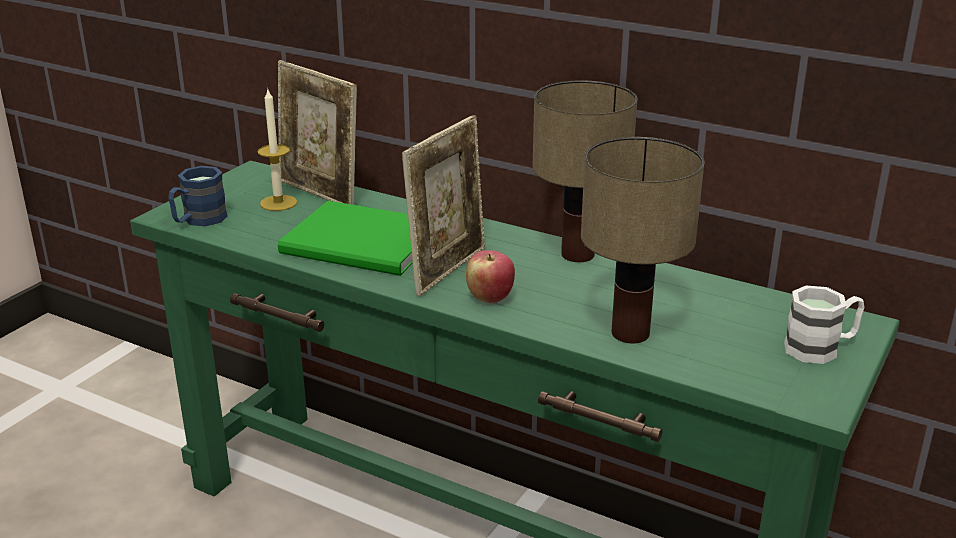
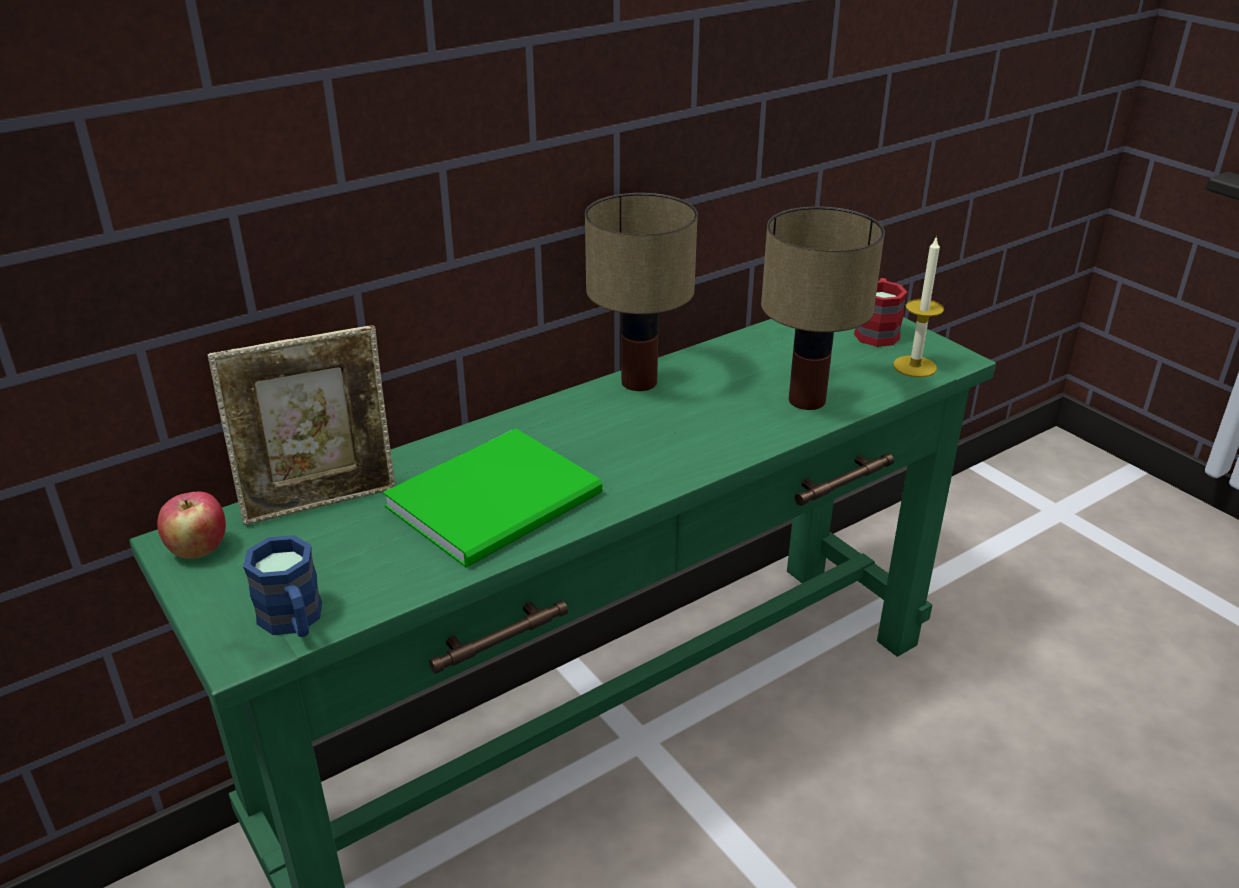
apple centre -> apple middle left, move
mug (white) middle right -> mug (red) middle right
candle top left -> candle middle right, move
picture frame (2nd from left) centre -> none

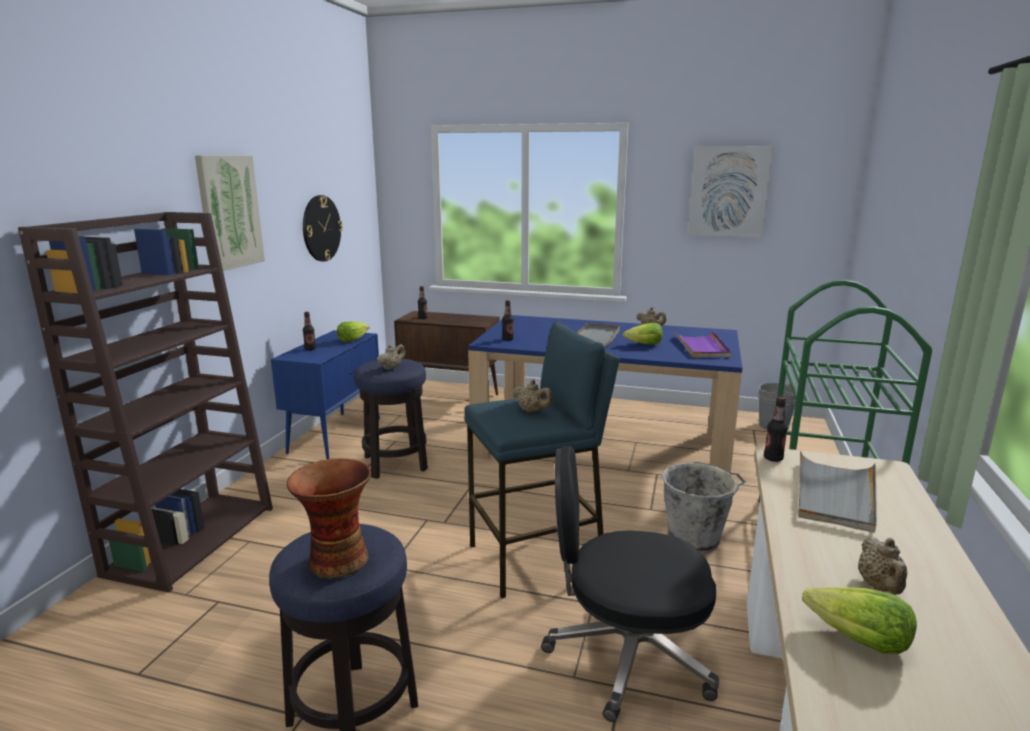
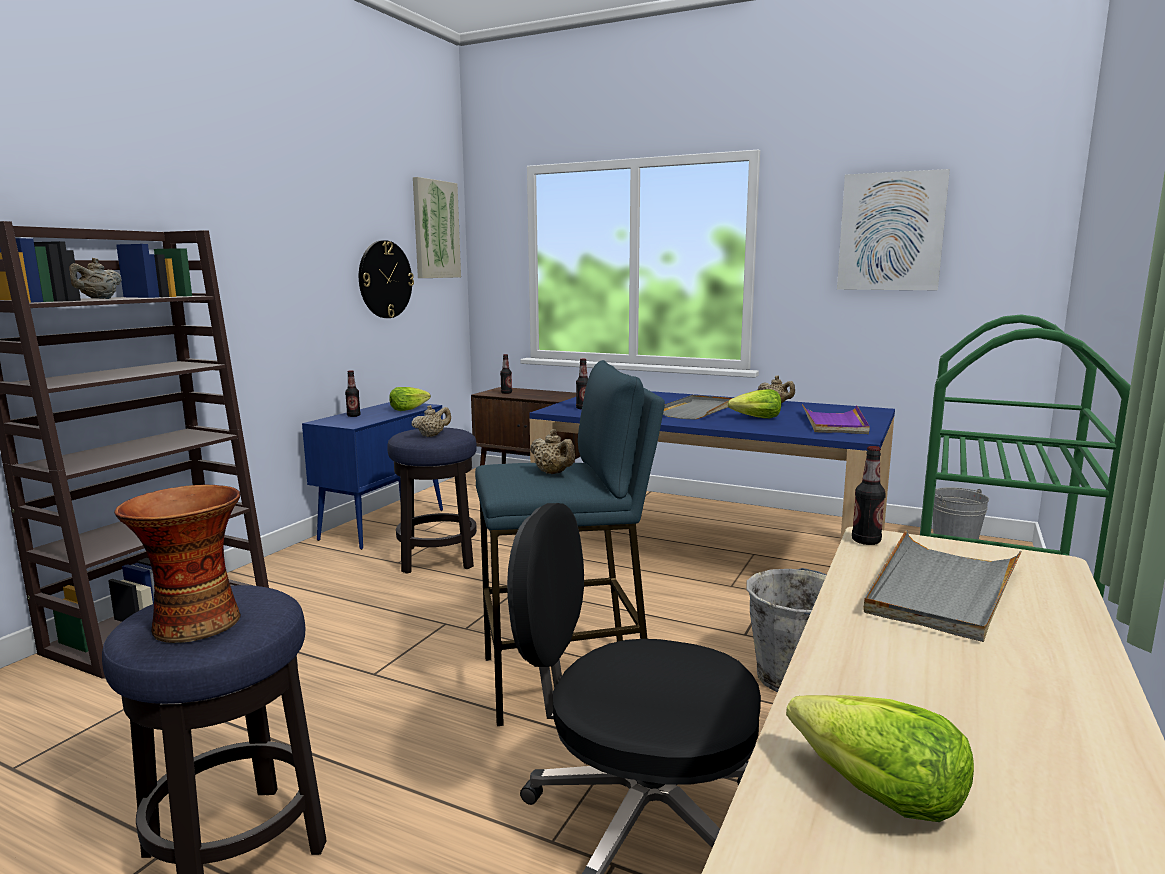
teapot (beige) (4th from left in the first image) bottom right -> teapot (beige) (1st from left) top left, move
picture (1st from left) top left -> picture (1st from left) top centre, move

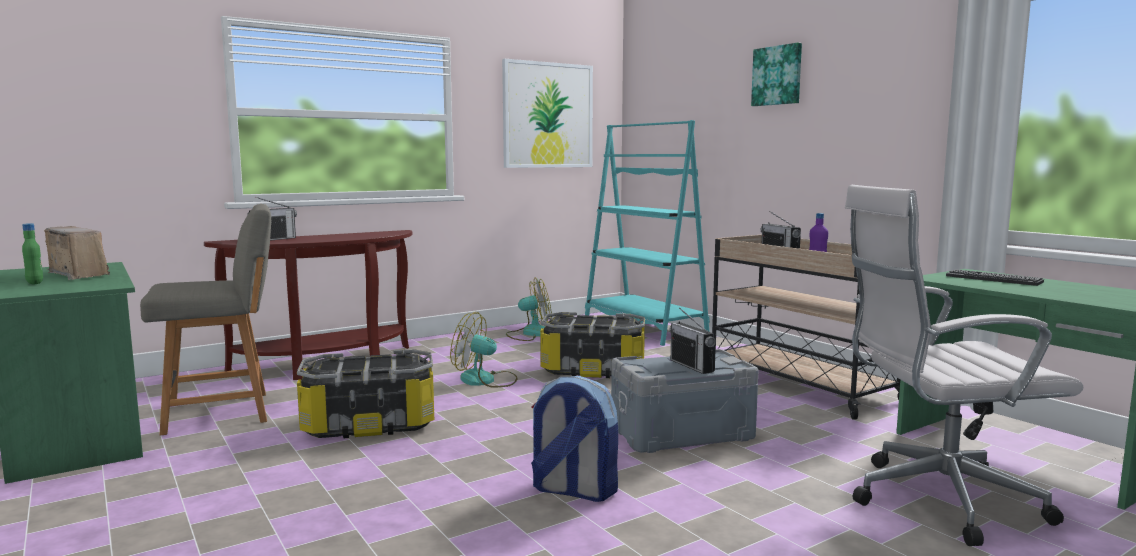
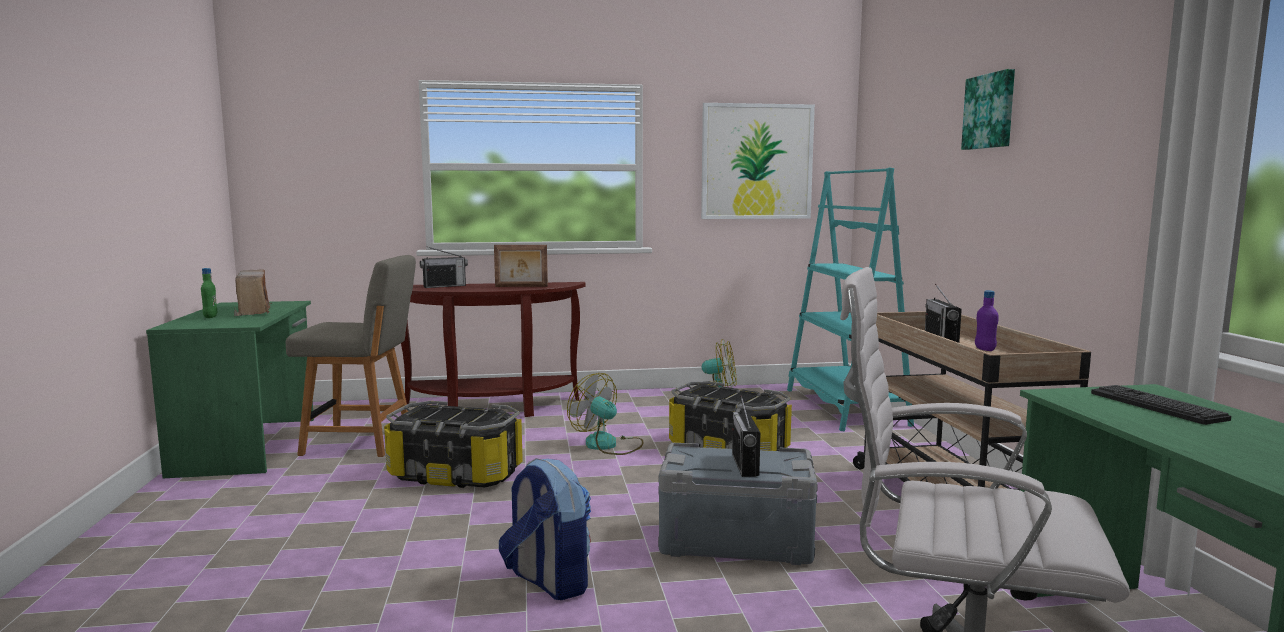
none -> picture frame centre

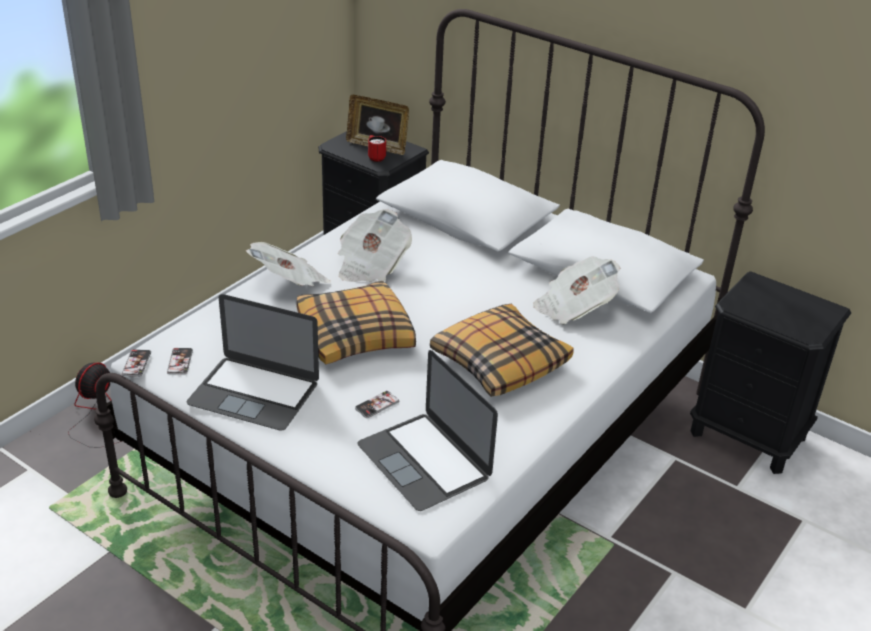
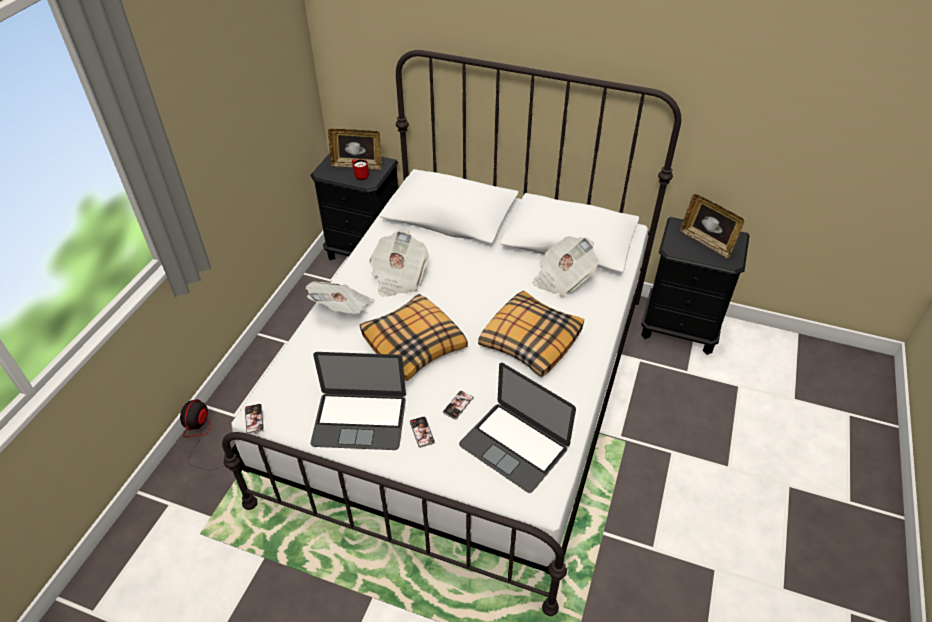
phone (2nd from left) middle left -> phone (2nd from left) bottom centre, move
none -> picture frame (2nd from left) middle right

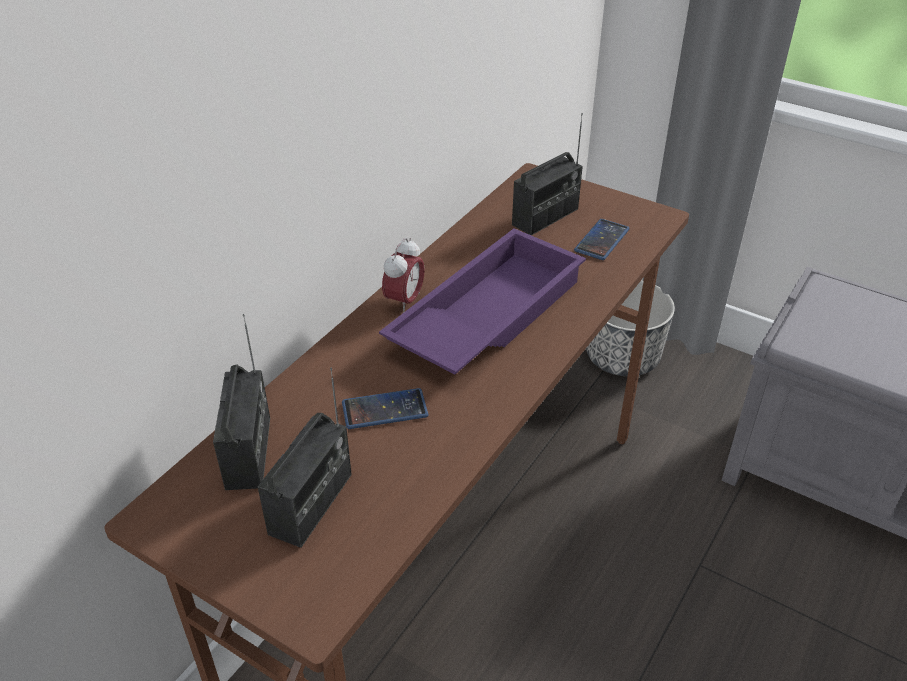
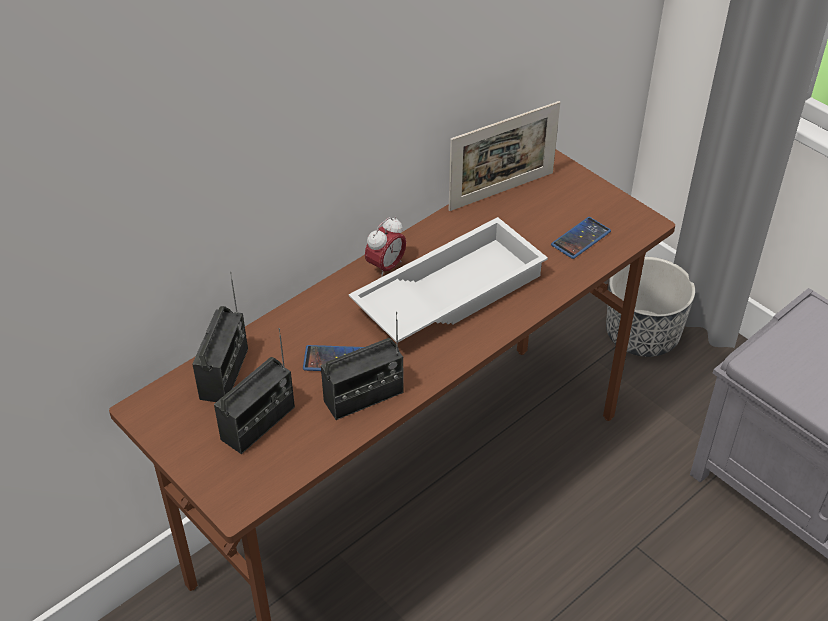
radio (3rd from left) top centre -> radio (3rd from left) centre, move
tray (purple) centre -> tray (white) centre
none -> picture frame top centre

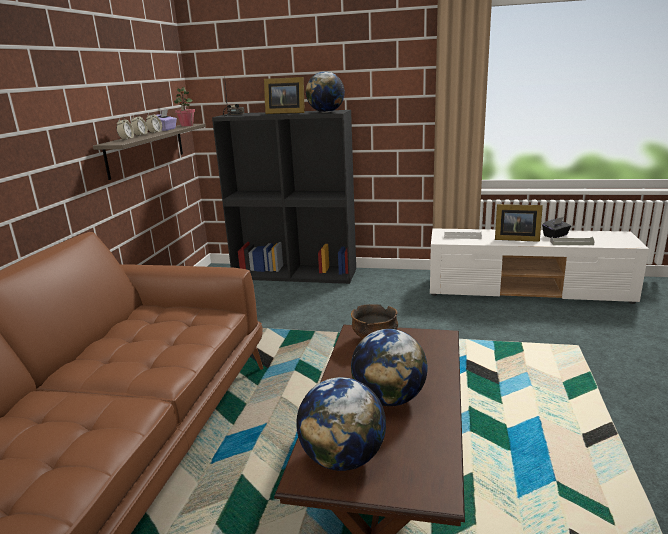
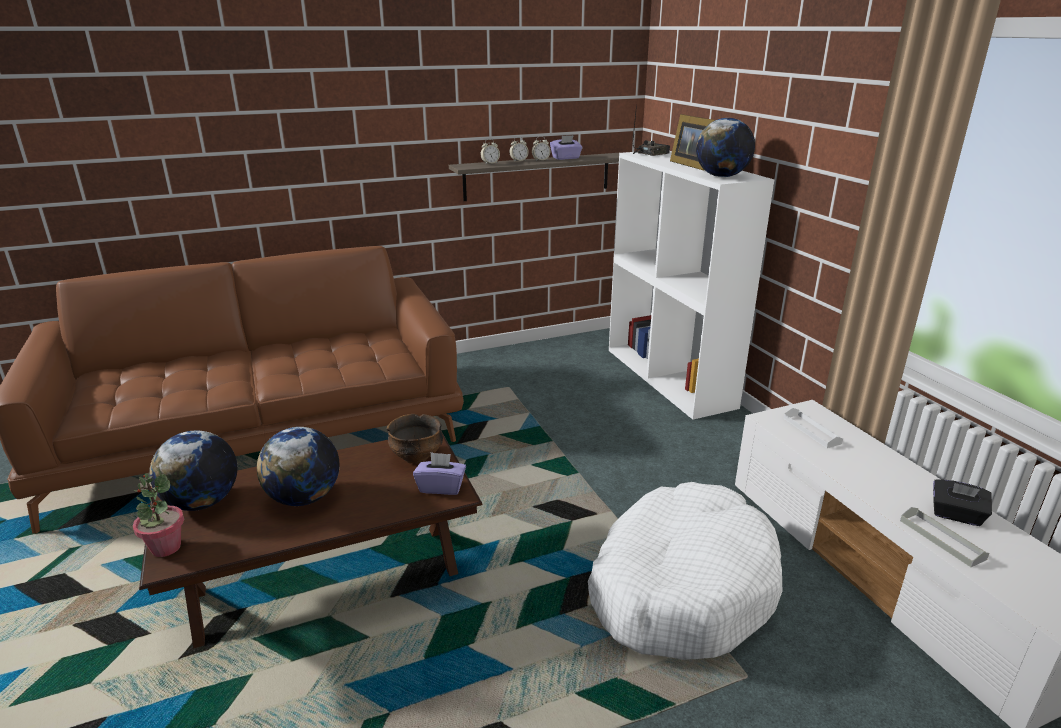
potted plant top left -> potted plant bottom left, move
none -> tissue box (purple) (1st from left) centre
none -> dog bed (white) bottom centre
bookcase (black) centre -> bookcase (white) centre
picture frame (2nd from left) middle right -> none

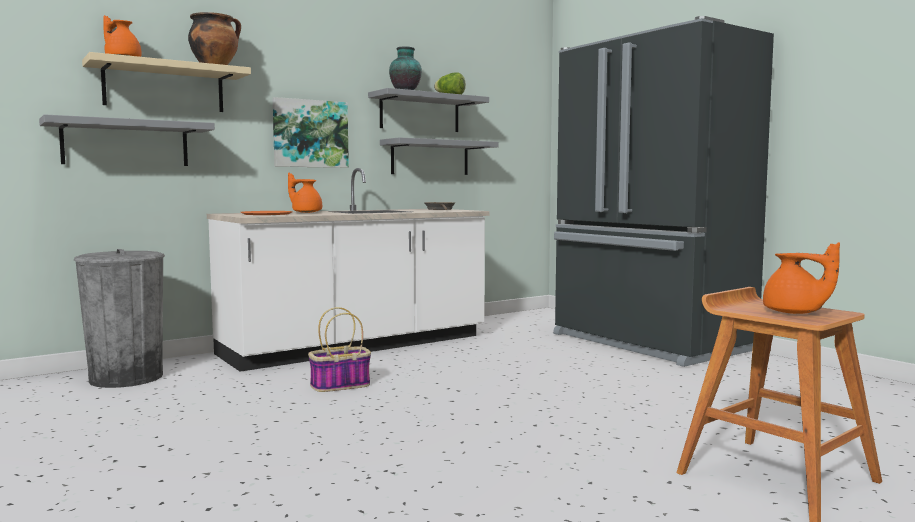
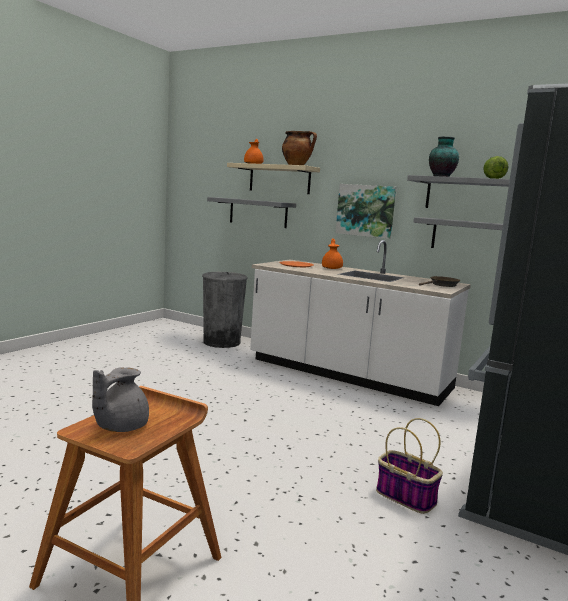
teapot (orange) (3rd from left) middle right -> teapot (grey) middle left
basket bottom centre -> basket bottom right, move

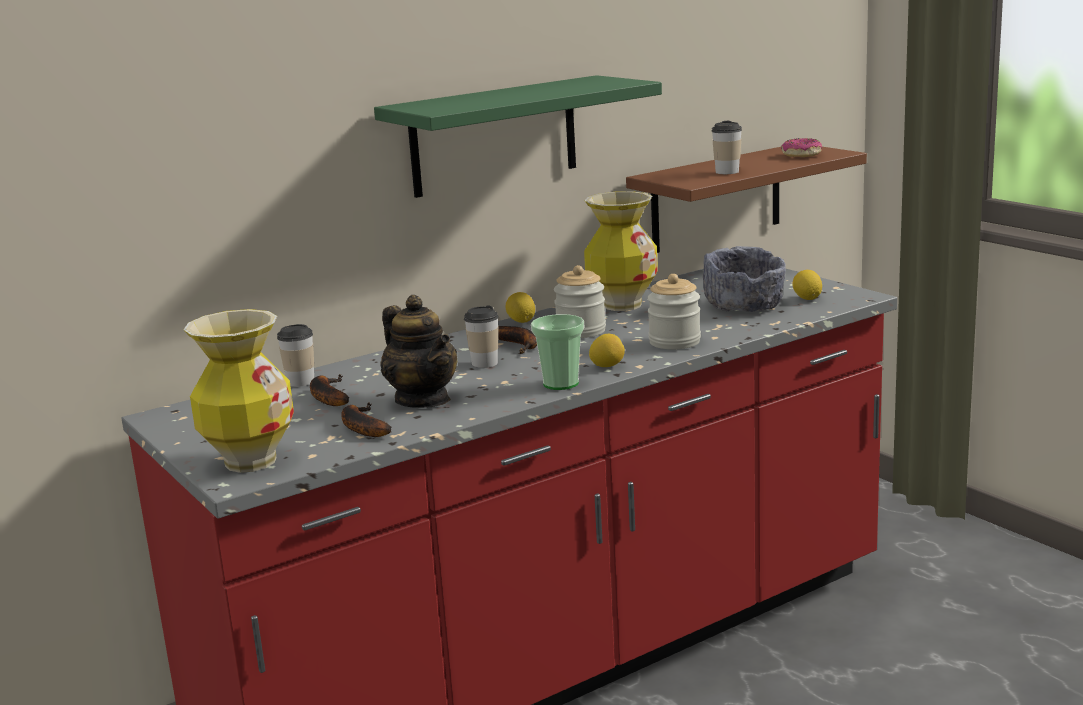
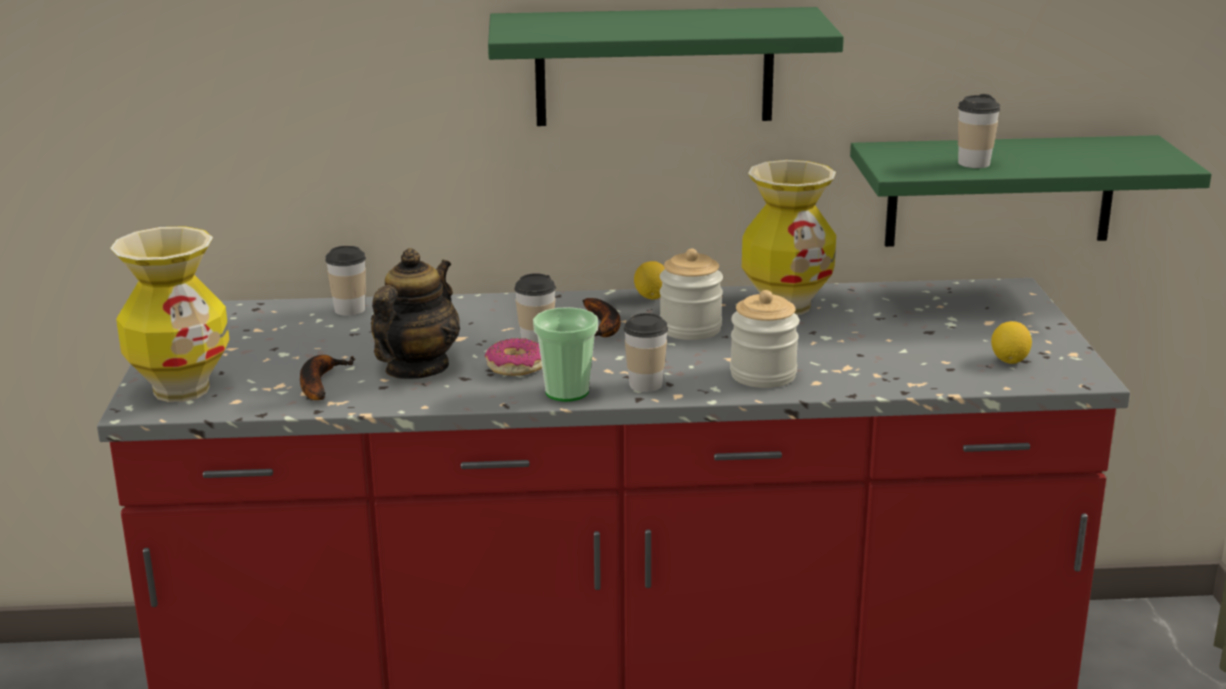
teapot centre, 150 degrees counterclockwise
donut top right -> donut centre, move
lemon (2nd from left) centre -> cup (4th from left) centre
shelf (brown) top right -> shelf (green) (2nd from left) top right
banana (1st from left) middle left -> none
bowl (grey) middle right -> none

